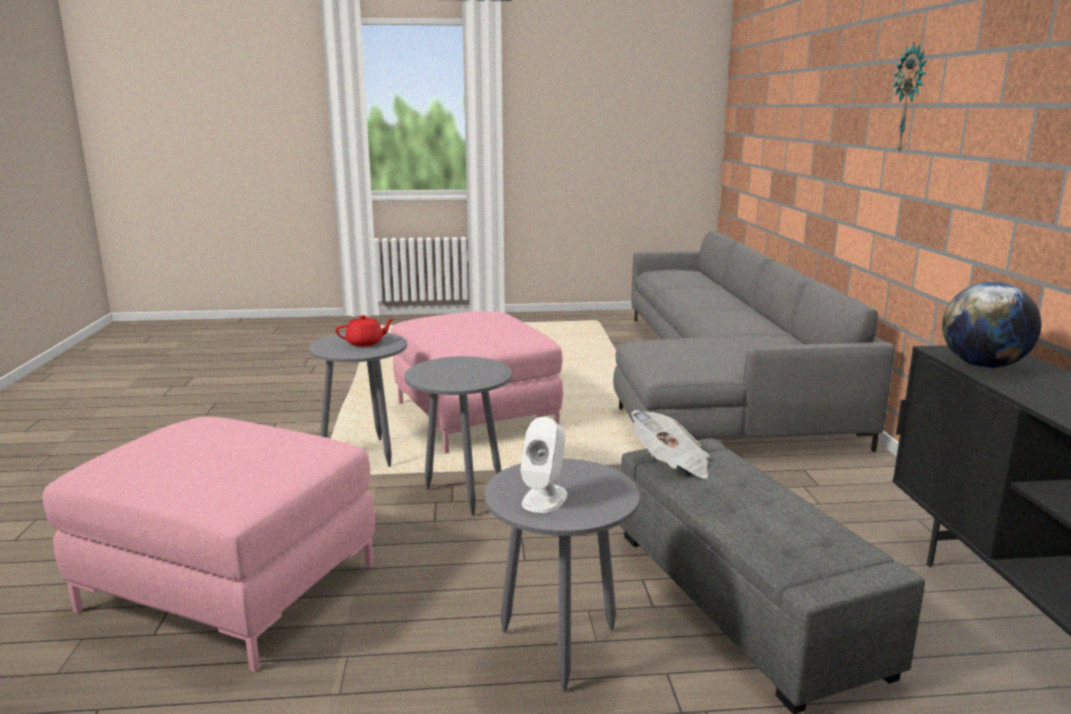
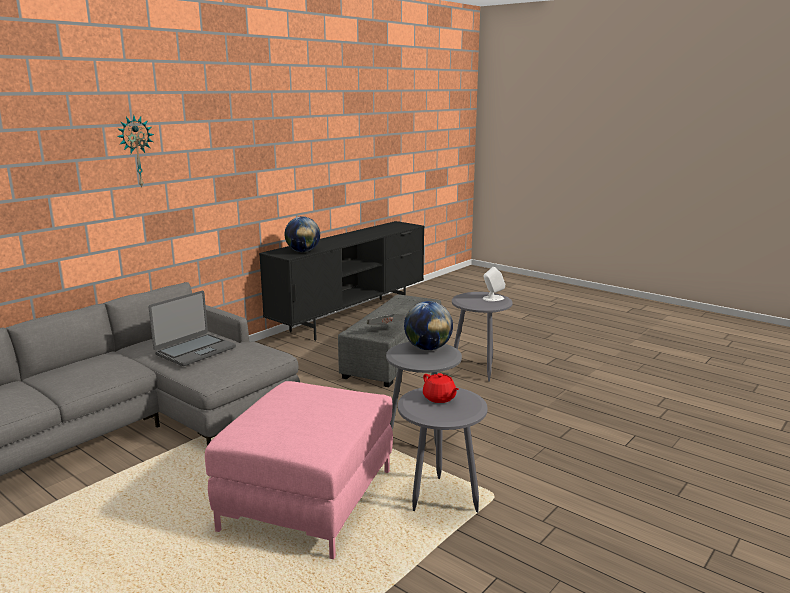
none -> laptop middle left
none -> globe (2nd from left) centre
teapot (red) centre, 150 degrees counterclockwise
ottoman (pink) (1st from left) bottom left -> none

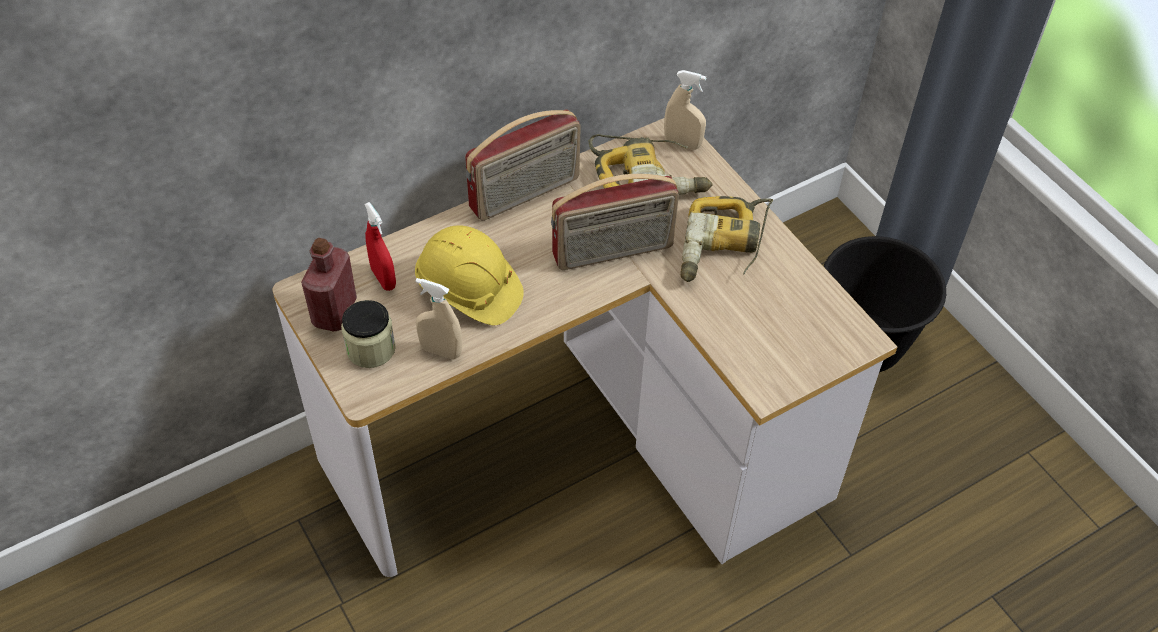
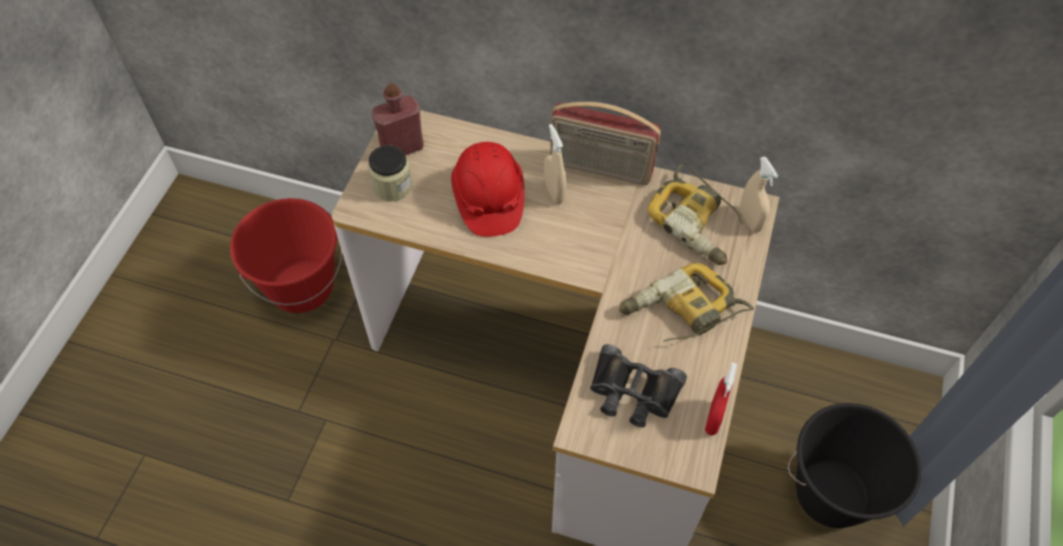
none -> bucket (red) middle left
hard hat (yellow) centre -> hard hat (red) centre
spray bottle (beige) (1st from left) centre -> spray bottle (beige) (1st from left) top centre, move
none -> binoculars (black) bottom centre
spray bottle (red) middle left -> spray bottle (red) bottom right, move
radio (2nd from left) centre -> none

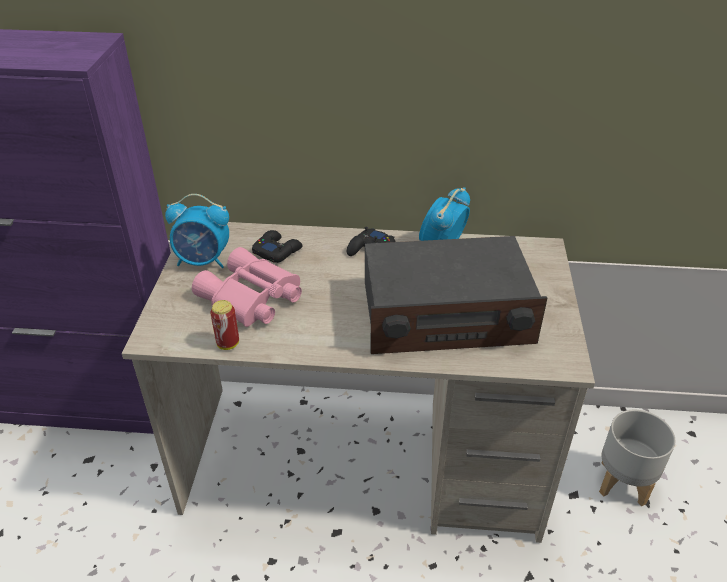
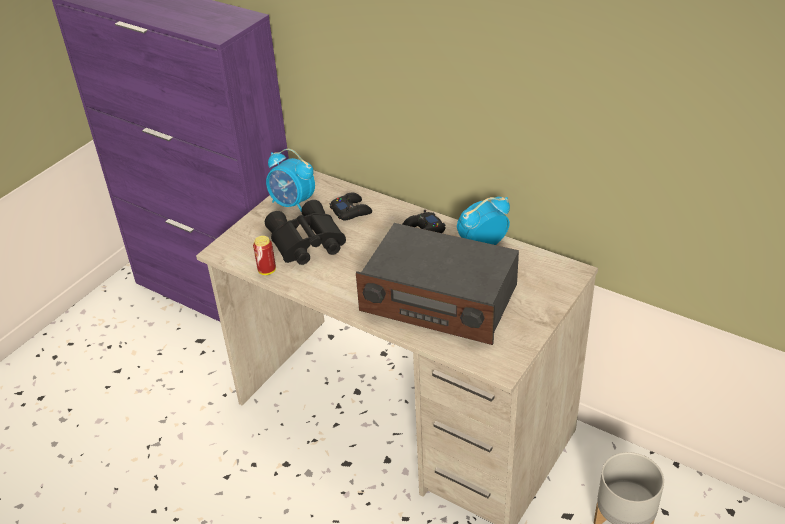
binoculars (pink) centre -> binoculars (black) centre

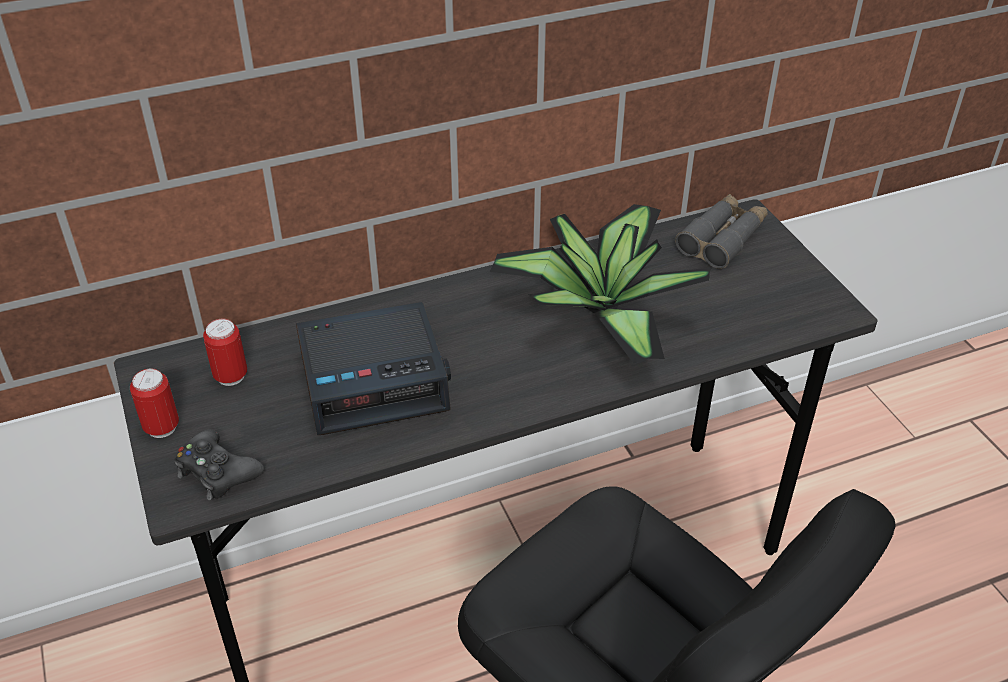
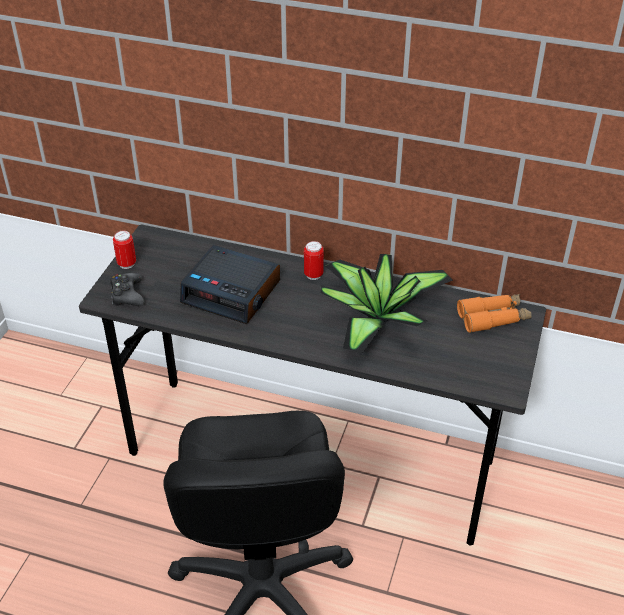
can (2nd from left) middle left -> can (2nd from left) centre, move
binoculars (grey) middle right -> binoculars (orange) middle right

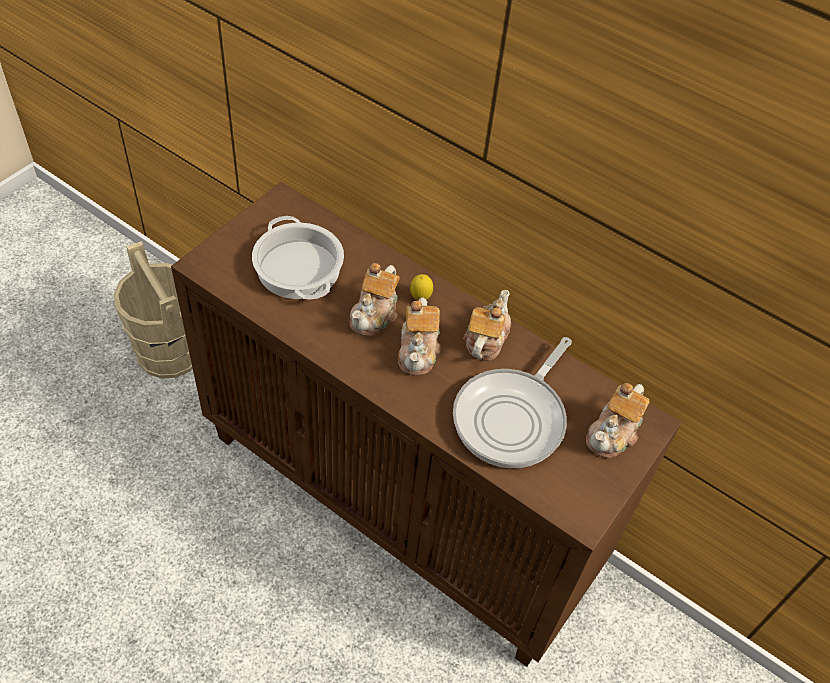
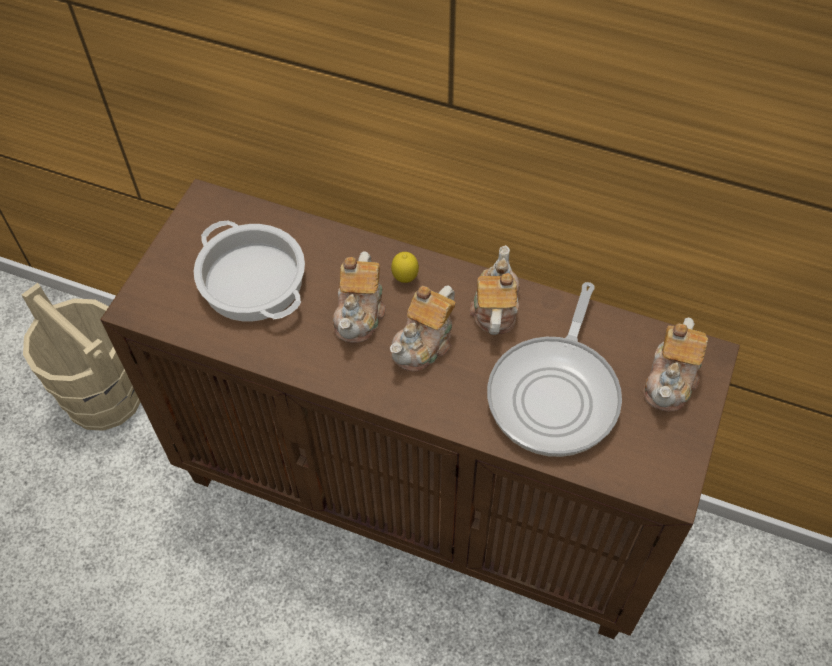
teapot (2nd from left) centre, 45 degrees clockwise

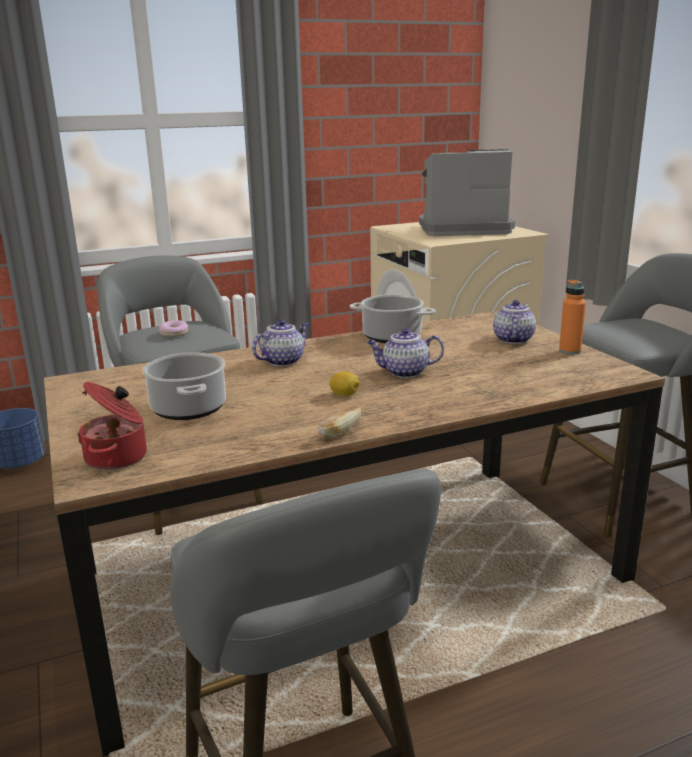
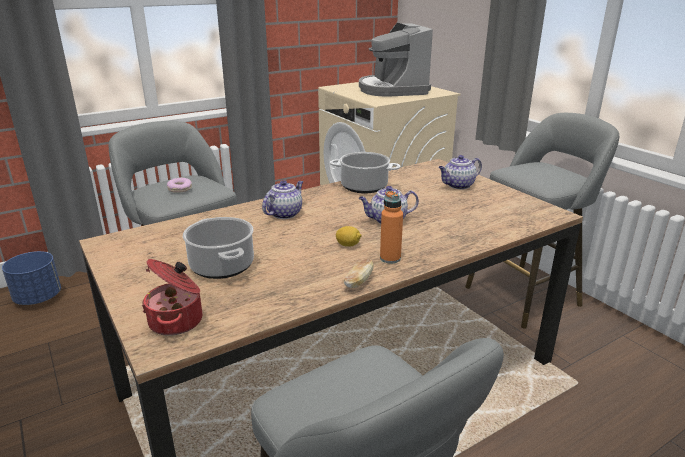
coffee machine top right -> coffee machine top centre, 90 degrees counterclockwise
bottle (orange) middle right -> bottle (orange) centre, move
teapot (3rd from left) middle right, 120 degrees counterclockwise

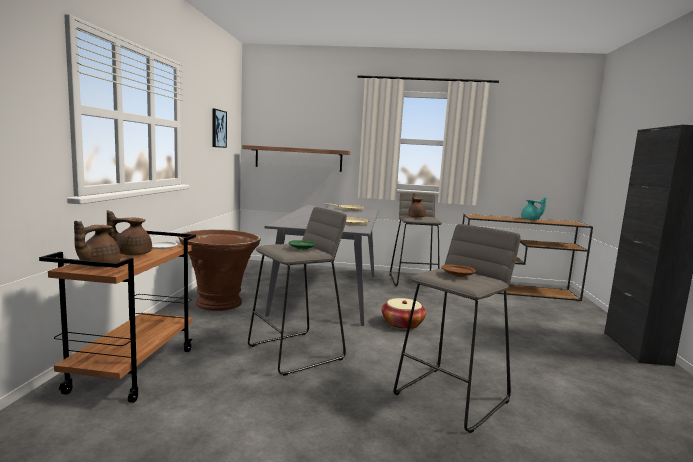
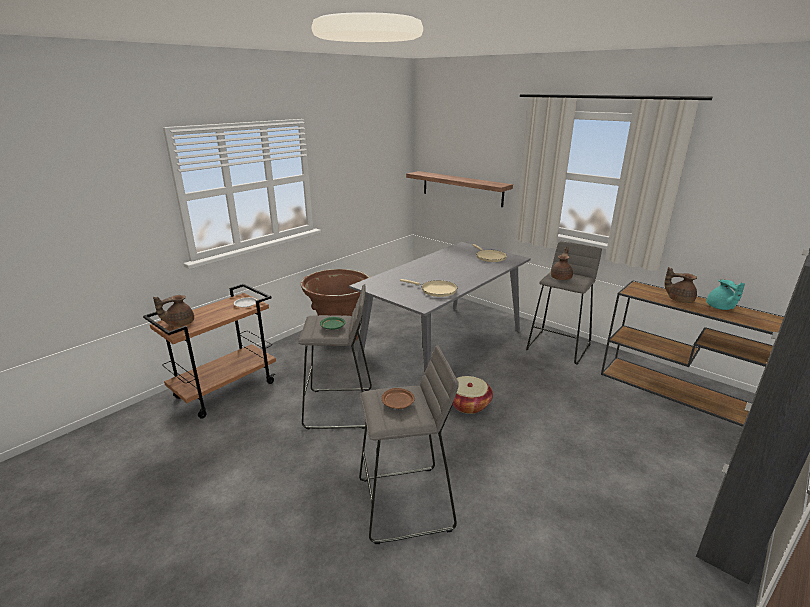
teapot (brown) (2nd from left in the first image) middle left -> teapot (brown) (3rd from left) middle right, move
picture top left -> none

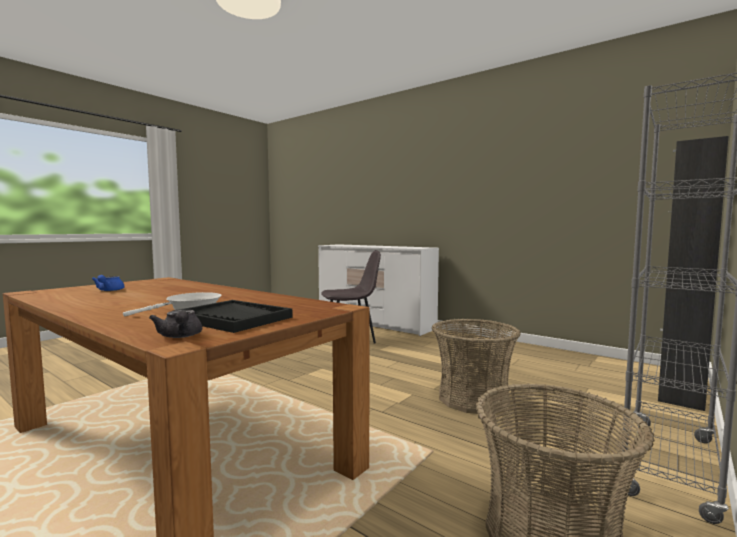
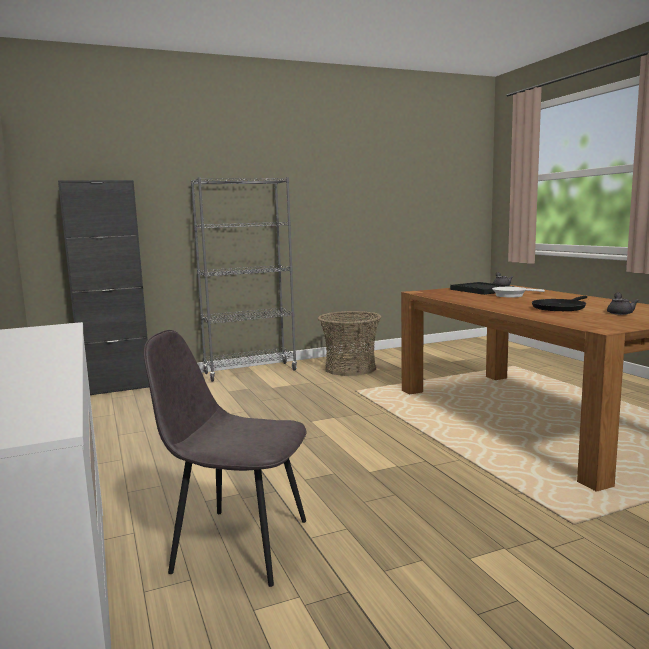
none -> frying pan (black) middle right
teapot (blue) middle left -> teapot (grey) (2nd from left) middle right
basket (1st from left) bottom centre -> none

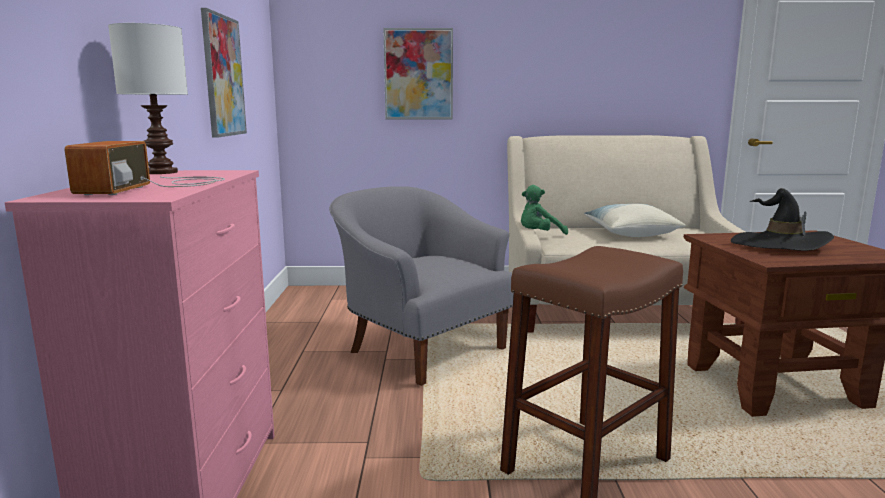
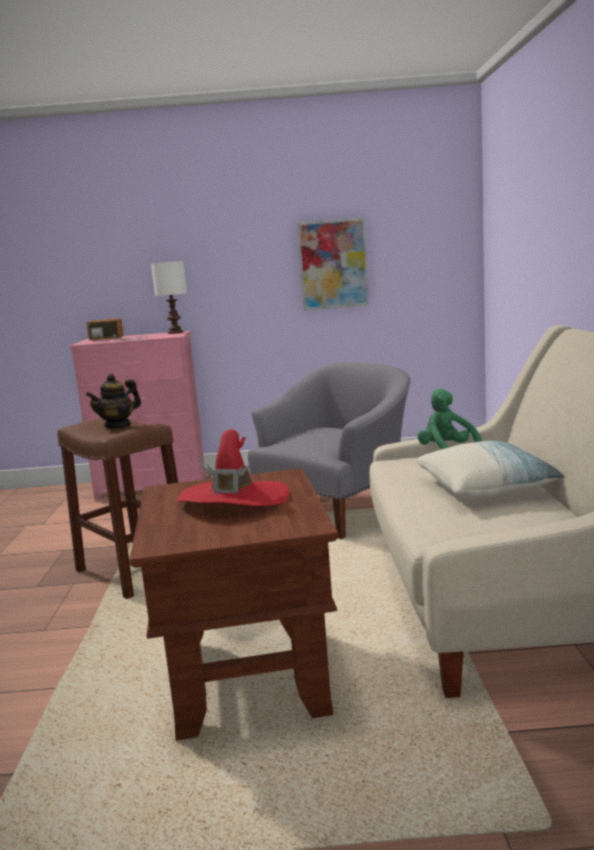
none -> teapot middle left
hat (black) middle right -> hat (red) centre
picture (2nd from left) top centre -> none

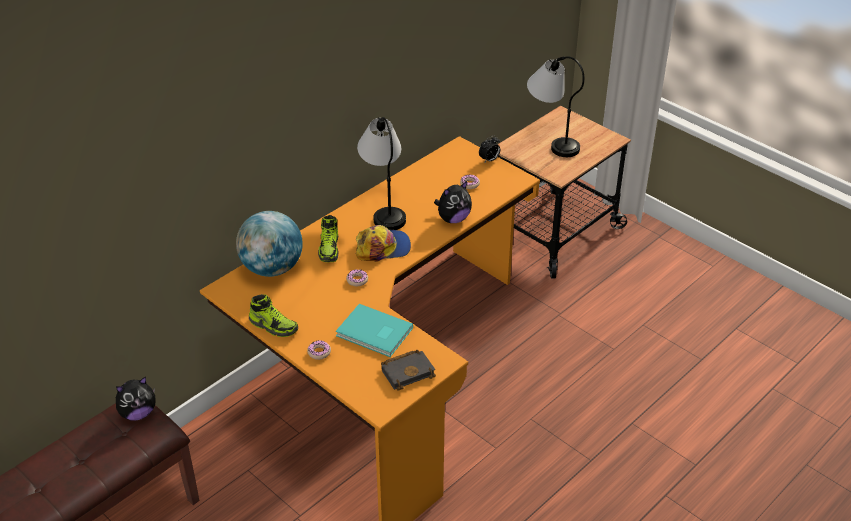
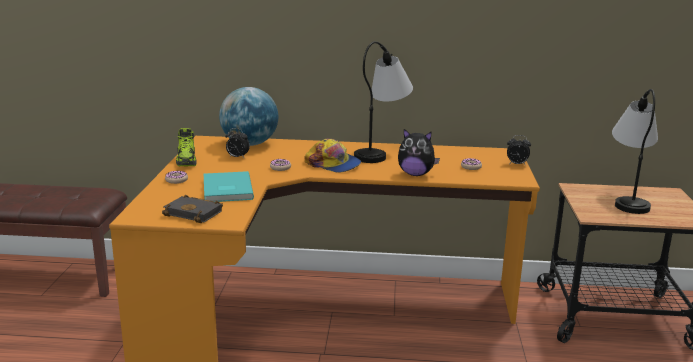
none -> alarm clock (1st from left) centre
plush toy (1st from left) bottom left -> none
shoe (2nd from left) centre -> none

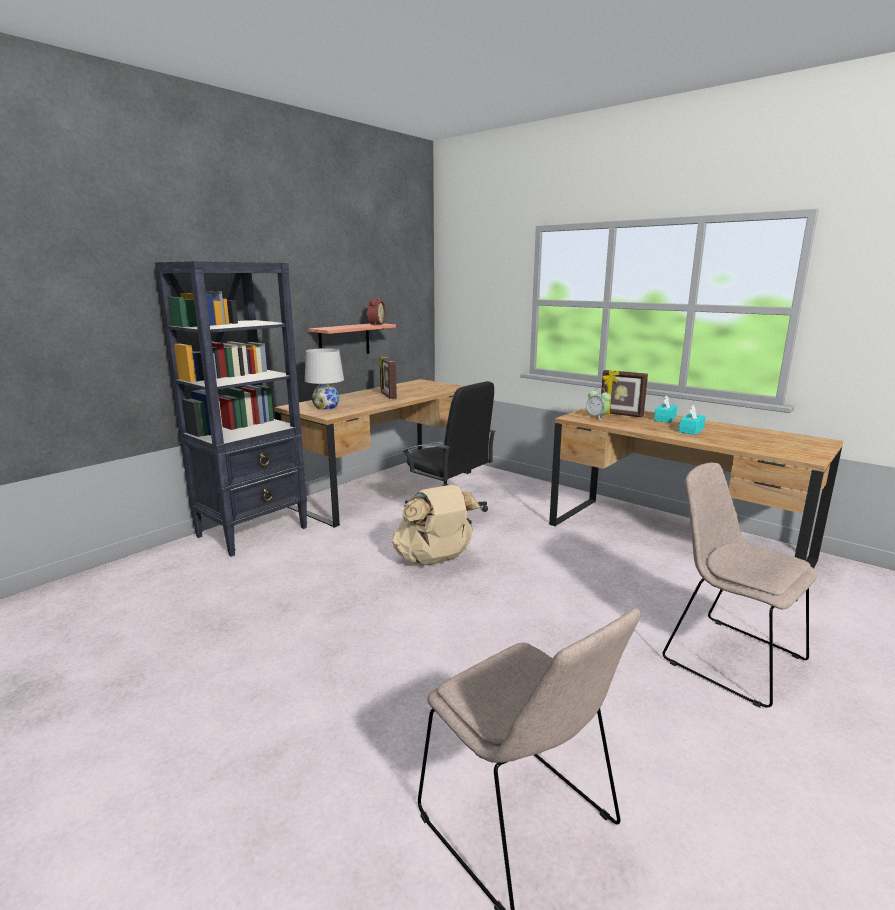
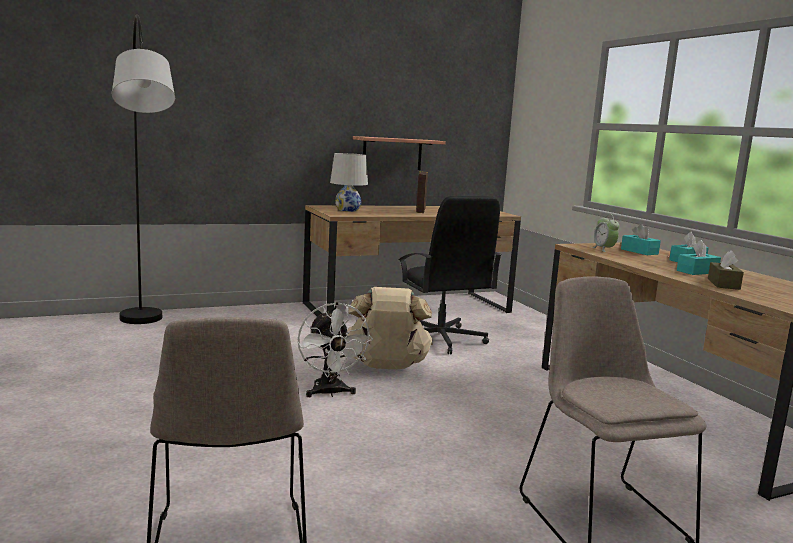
none -> floor lamp (grey) top left
none -> fan (white) centre
picture frame (2nd from left) middle right -> tissue box (turquoise) (1st from left) middle right
none -> tissue box (brown) middle right
bookcase (black) middle left -> none
alarm clock (1st from left) centre -> none

